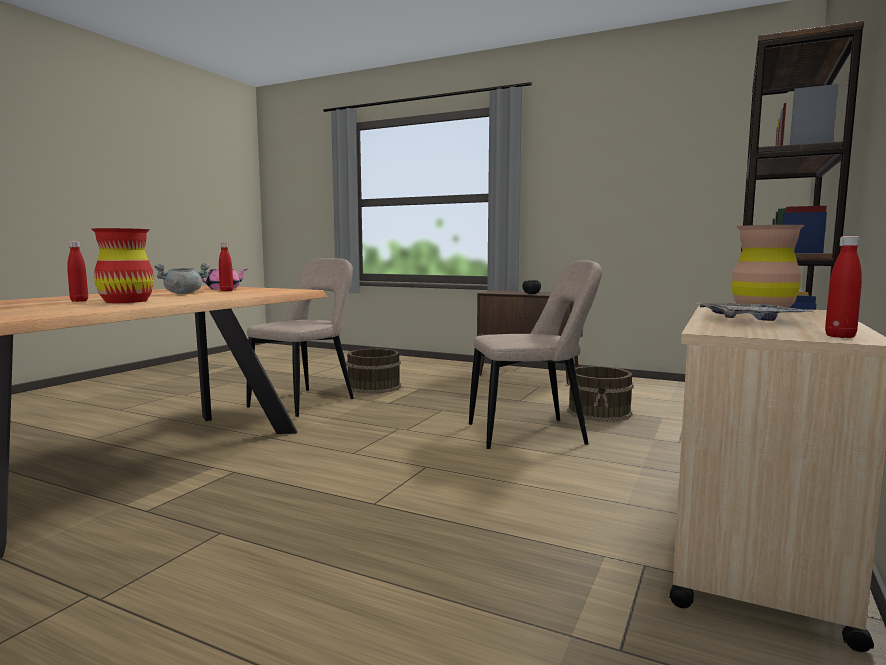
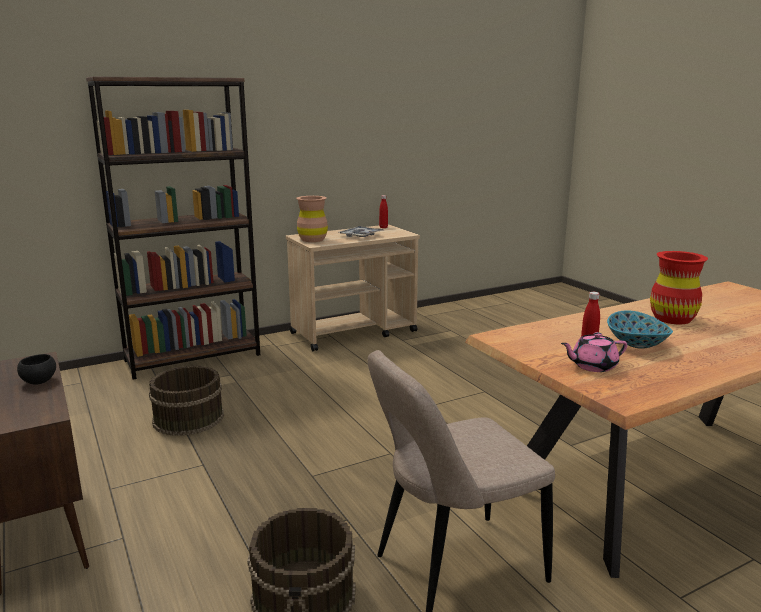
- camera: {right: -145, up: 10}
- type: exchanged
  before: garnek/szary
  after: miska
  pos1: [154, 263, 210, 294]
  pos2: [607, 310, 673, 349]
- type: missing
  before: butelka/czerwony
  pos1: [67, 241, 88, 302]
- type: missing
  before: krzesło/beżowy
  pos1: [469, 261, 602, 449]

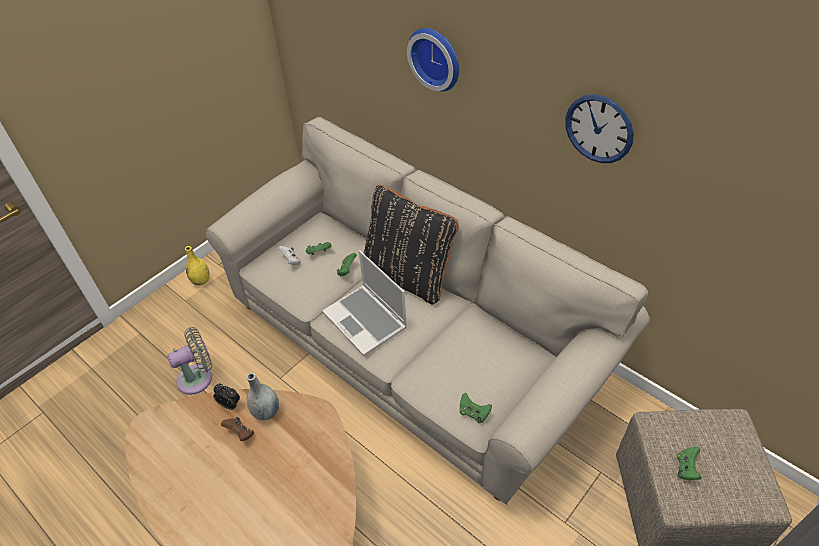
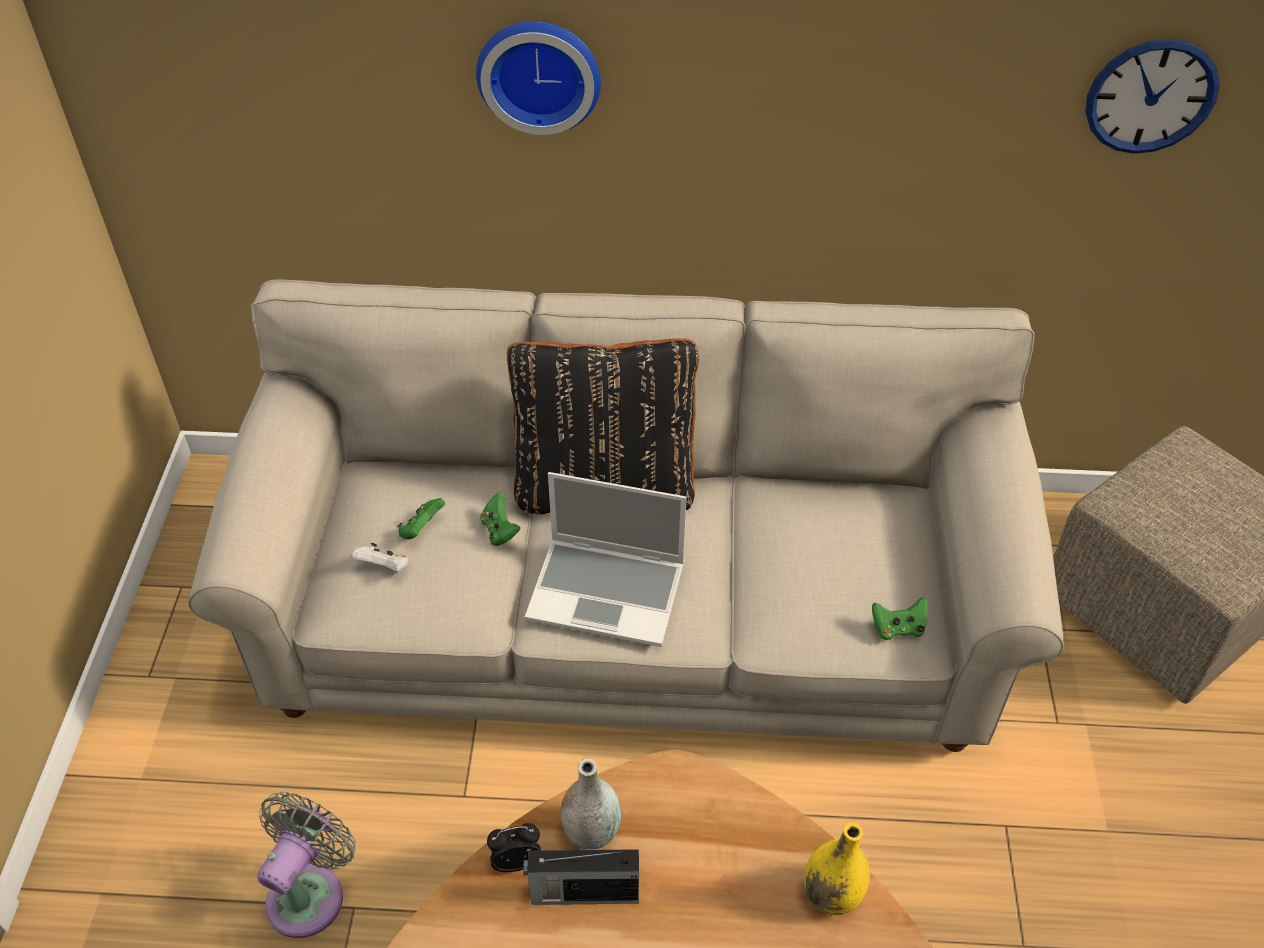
- camera: {right: -40, up: 0}
- type: exchanged
  before: pad do gier/brązowy
  after: radio
  pos1: [221, 417, 254, 441]
  pos2: [523, 849, 639, 905]
- type: relocated
  before: wazon/żółty
  pos1: [185, 246, 210, 285]
  pos2: [804, 822, 870, 915]
- type: relocated
  before: zegar ścienny
  pos1: [565, 94, 634, 163]
  pos2: [1085, 39, 1220, 154]
- type: missing
  before: pad do gier/zielony
  pos1: [677, 447, 702, 480]

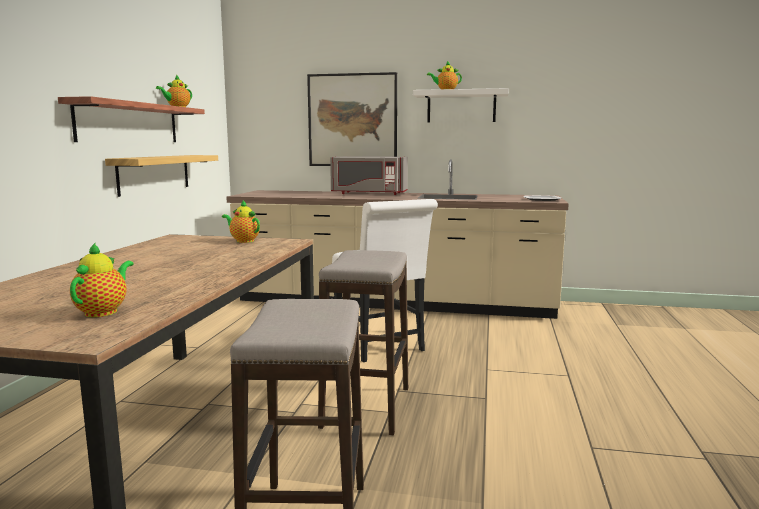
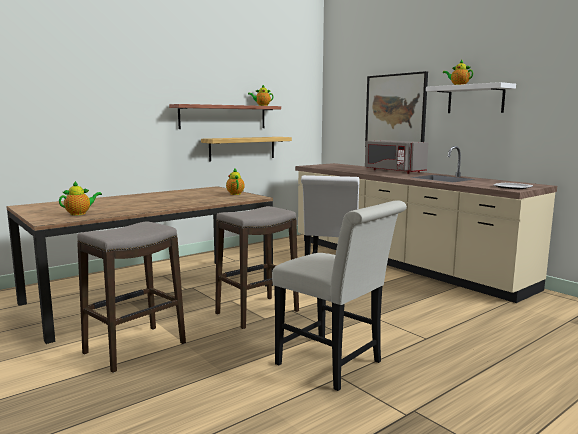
- camera: {right: 40, up: 0}
- type: appeared
  after: krzesło/biały
  pos2: [272, 200, 407, 391]

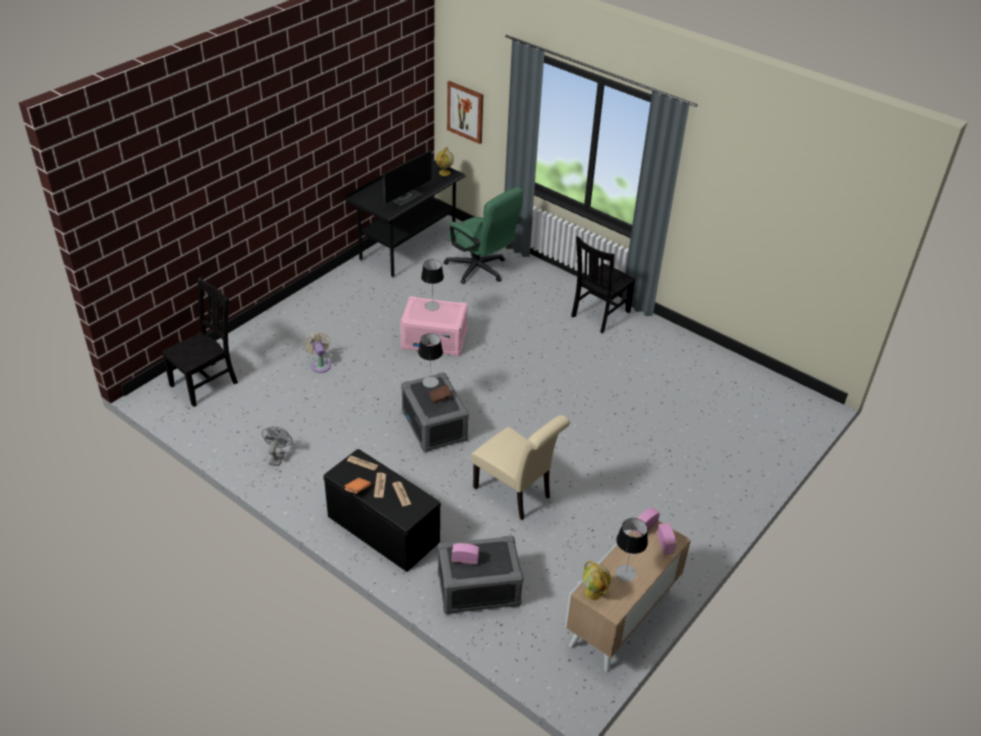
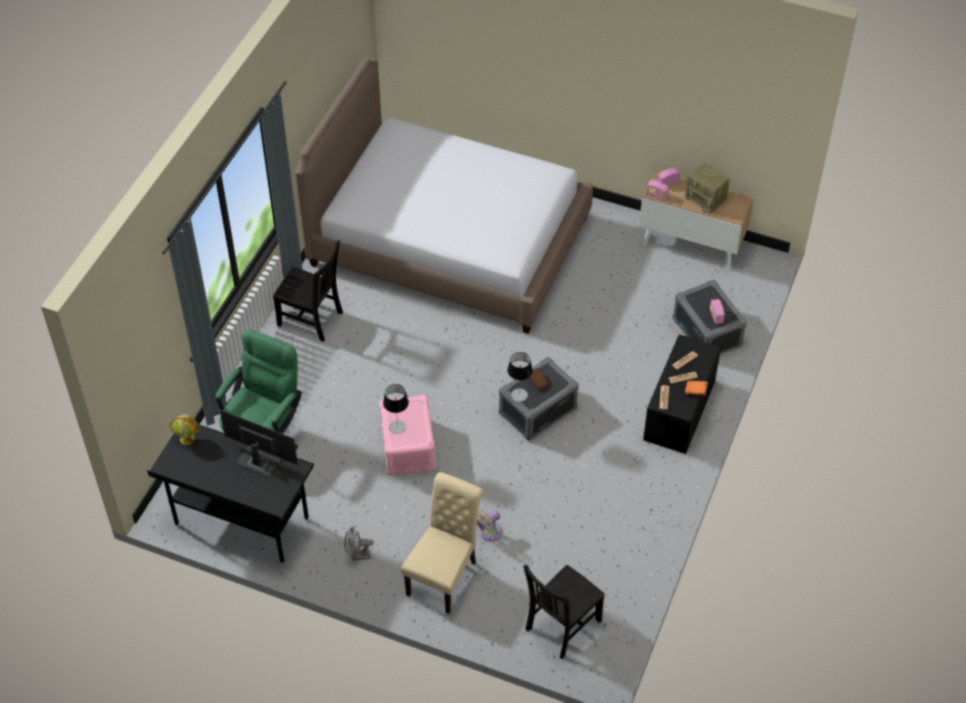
- camera: {right: -105, up: 10}
- type: appeared
  after: łóżko
  pos2: [295, 57, 593, 334]
- type: relocated
  before: wentylator/szary
  pos1: [262, 427, 292, 466]
  pos2: [344, 526, 374, 561]
- type: relocated
  before: krzesło/beżowy
  pos1: [471, 415, 570, 520]
  pos2: [401, 472, 483, 614]
- type: spun
  before: krzesło/czarny
  pos1: [162, 277, 238, 407]
  pos2: [523, 565, 605, 659]
  turn: -75
- type: exchanged
  before: lampa stołowa
  after: radio
  pos1: [616, 518, 648, 582]
  pos2: [685, 163, 730, 214]
- type: missing
  before: obraz
  pos1: [447, 81, 483, 144]
- type: missing
  before: globus
  pos1: [582, 561, 611, 600]

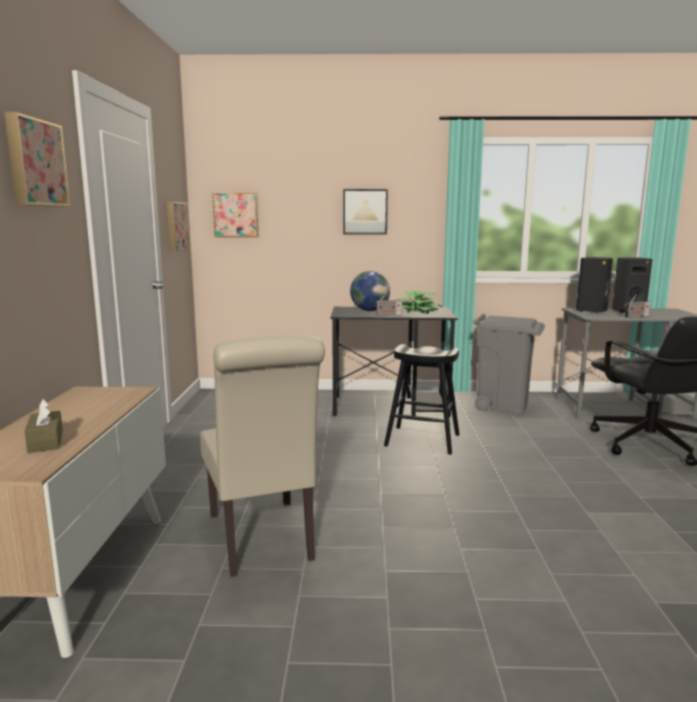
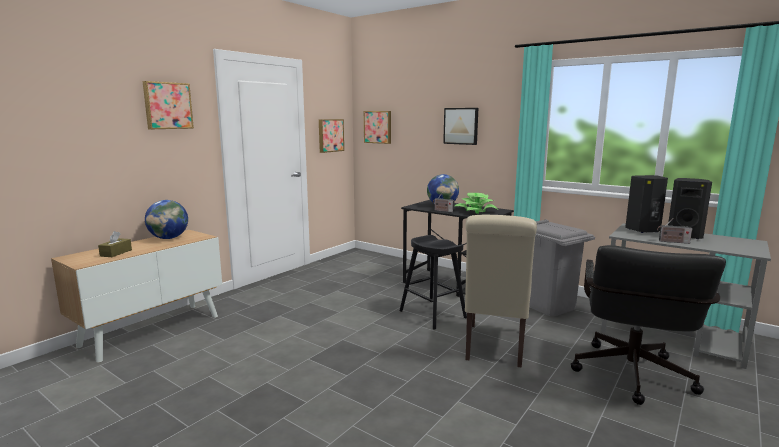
- camera: {right: 35, up: 0}
- type: appeared
  after: globus
  pos2: [145, 200, 188, 239]
- type: relocated
  before: krzesło/beżowy
  pos1: [200, 335, 325, 577]
  pos2: [465, 215, 537, 368]

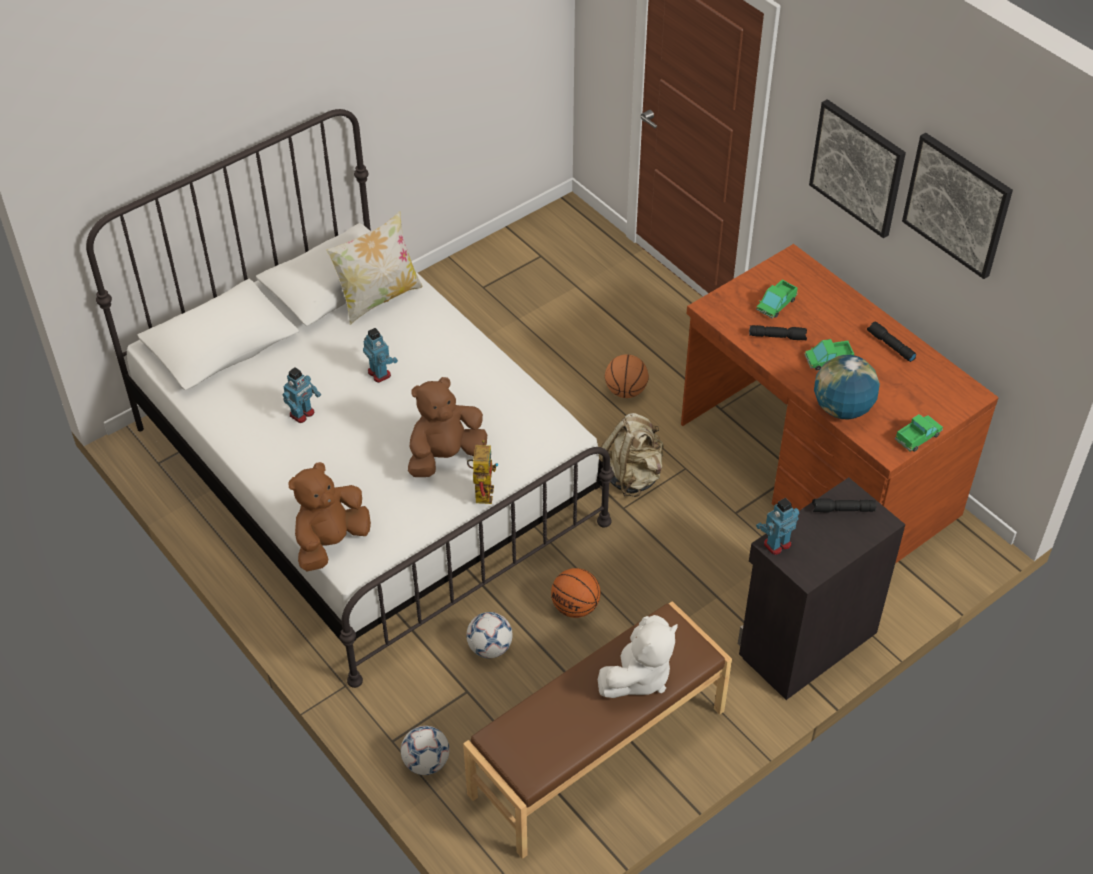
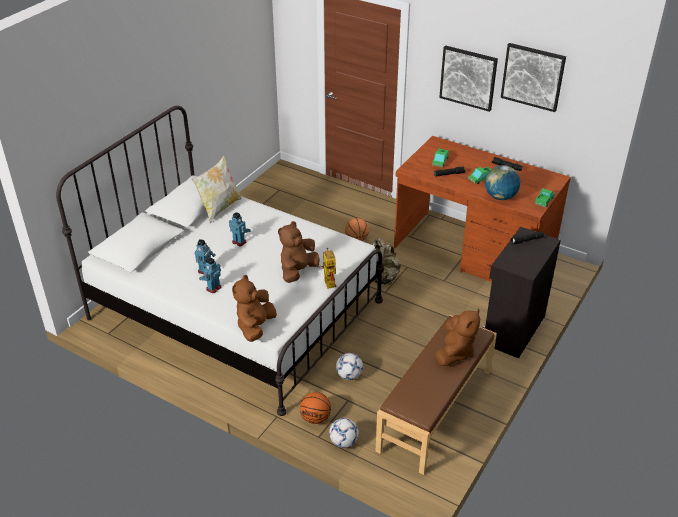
- camera: {right: -20, up: -10}
- type: relocated
  before: robot zabawkowy
  pos1: [756, 498, 799, 555]
  pos2: [199, 257, 221, 293]
- type: relocated
  before: piłka do koszykówki
  pos1: [551, 568, 600, 618]
  pos2: [300, 392, 331, 424]
- type: colour
  before: pluszak/biały
  after: pluszak/brązowy
  pos1: [598, 615, 678, 698]
  pos2: [435, 308, 480, 366]

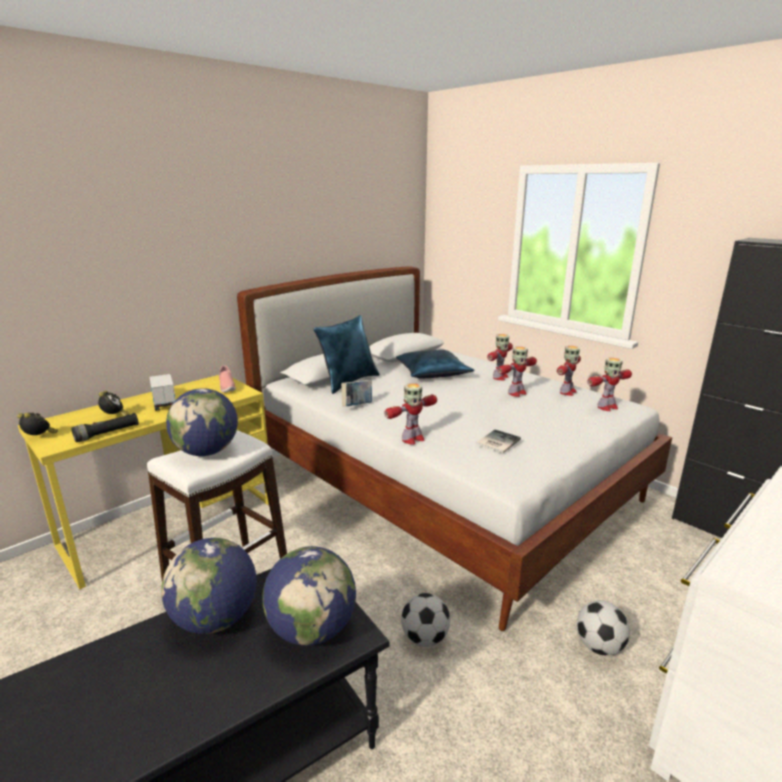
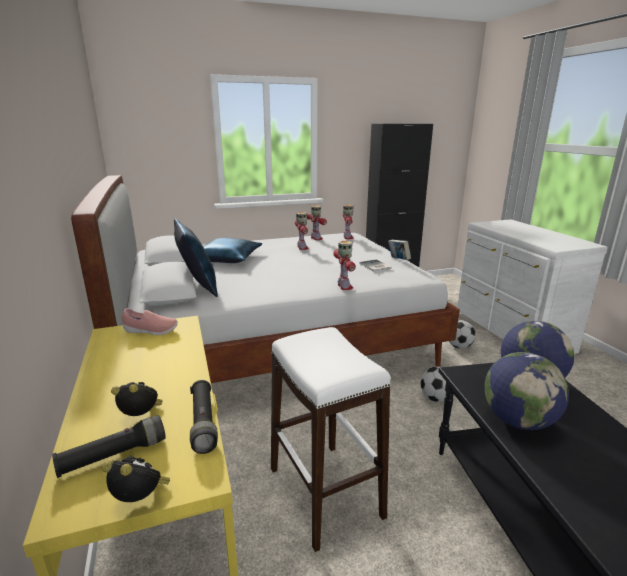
- camera: {right: -65, up: 0}
- type: appeared
  after: latarka/czarny
  pos2: [52, 415, 166, 478]
- type: spun
  before: budzik
  pos1: [17, 413, 58, 435]
  pos2: [102, 456, 170, 502]
  turn: 60
- type: relocated
  before: książka
  pos1: [341, 380, 372, 407]
  pos2: [388, 240, 411, 260]
- type: missing
  before: ciężarówka zabawkowa
  pos1: [149, 371, 176, 411]
- type: missing
  before: globus
  pos1: [166, 388, 238, 456]
- type: missing
  before: robot zabawkowy
  pos1: [487, 334, 513, 380]

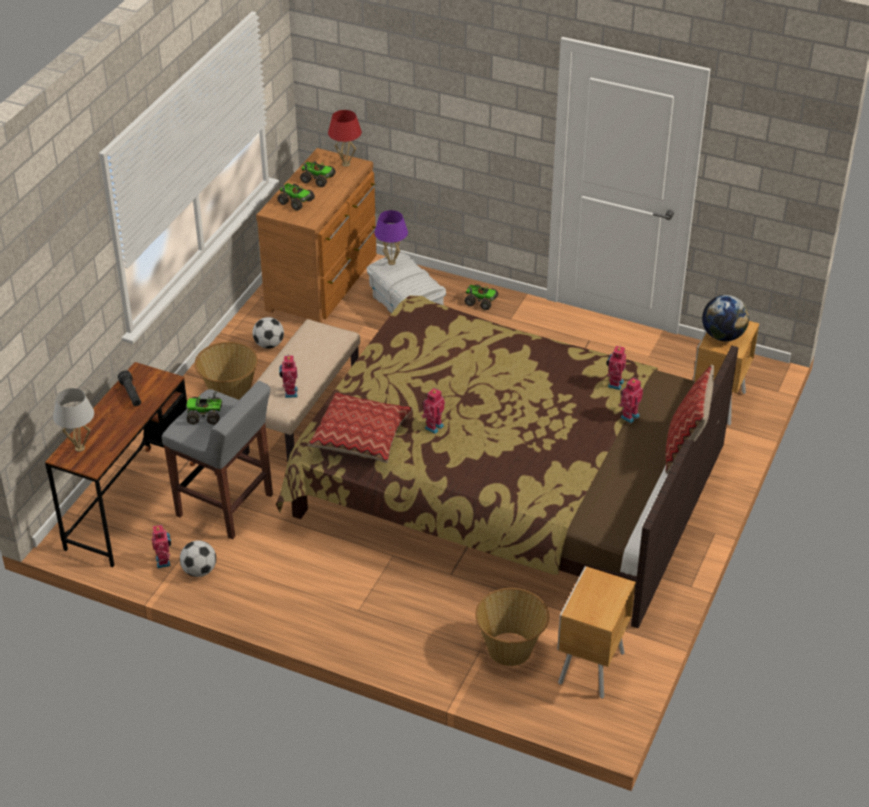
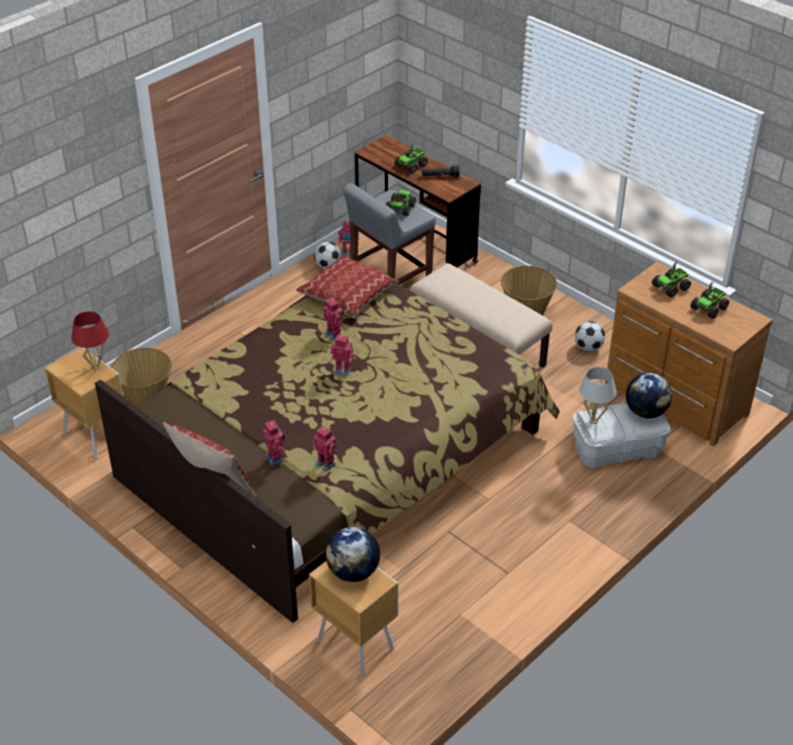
- camera: {right: 110, up: 0}
- type: relocated
  before: lampa stołowa/czerwony
  pos1: [328, 110, 362, 167]
  pos2: [71, 311, 109, 370]
- type: relocated
  before: robot zabawkowy
  pos1: [279, 355, 298, 398]
  pos2: [330, 334, 355, 377]
- type: relocated
  before: ciężarówka zabawkowa
  pos1: [464, 284, 498, 310]
  pos2: [395, 143, 428, 174]
- type: relocated
  before: lampa stołowa/biały
  pos1: [53, 388, 94, 452]
  pos2: [579, 367, 616, 424]
- type: exchanged
  before: lampa stołowa/fioletowy
  after: globus
  pos1: [374, 210, 408, 265]
  pos2: [626, 373, 672, 418]

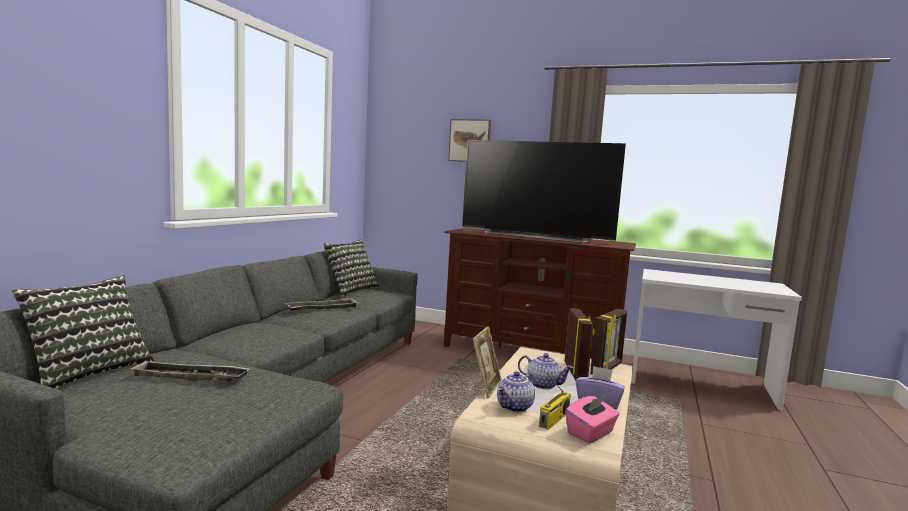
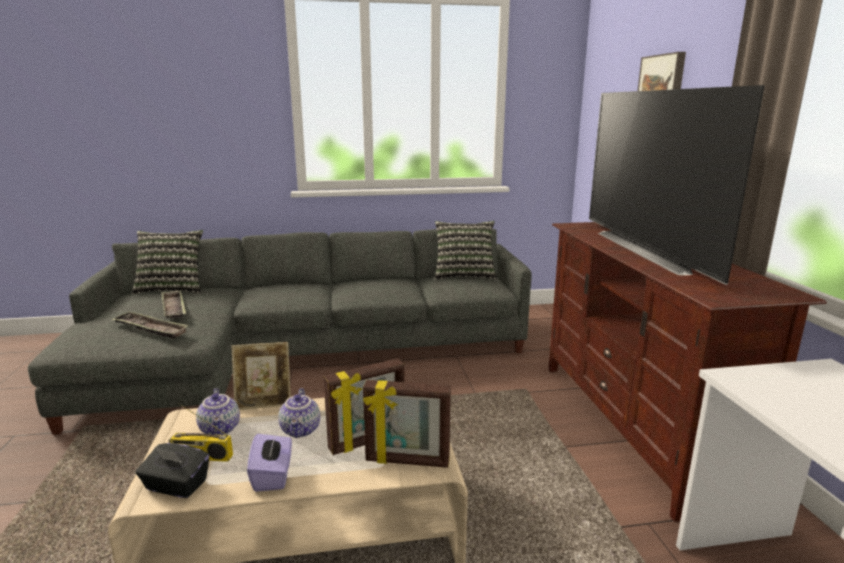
- camera: {right: 60, up: 10}
- type: relocated
  before: taca
  pos1: [285, 298, 358, 311]
  pos2: [111, 311, 189, 339]
- type: colour
  before: pudełko chusteczek/różowy
  after: pudełko chusteczek/czarny
  pos1: [565, 395, 620, 444]
  pos2: [136, 443, 210, 498]
- type: spun
  before: imbryk
  pos1: [497, 371, 535, 413]
  pos2: [196, 388, 240, 435]
  turn: -120

